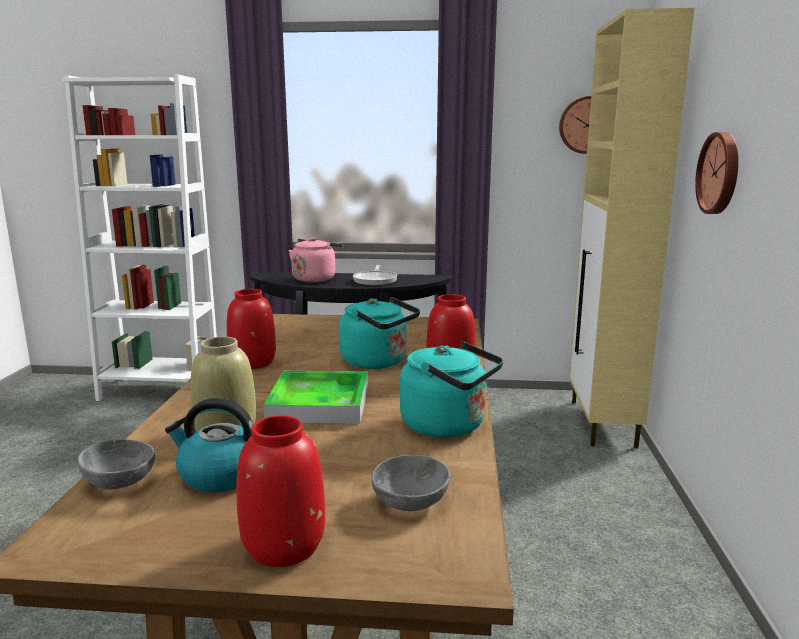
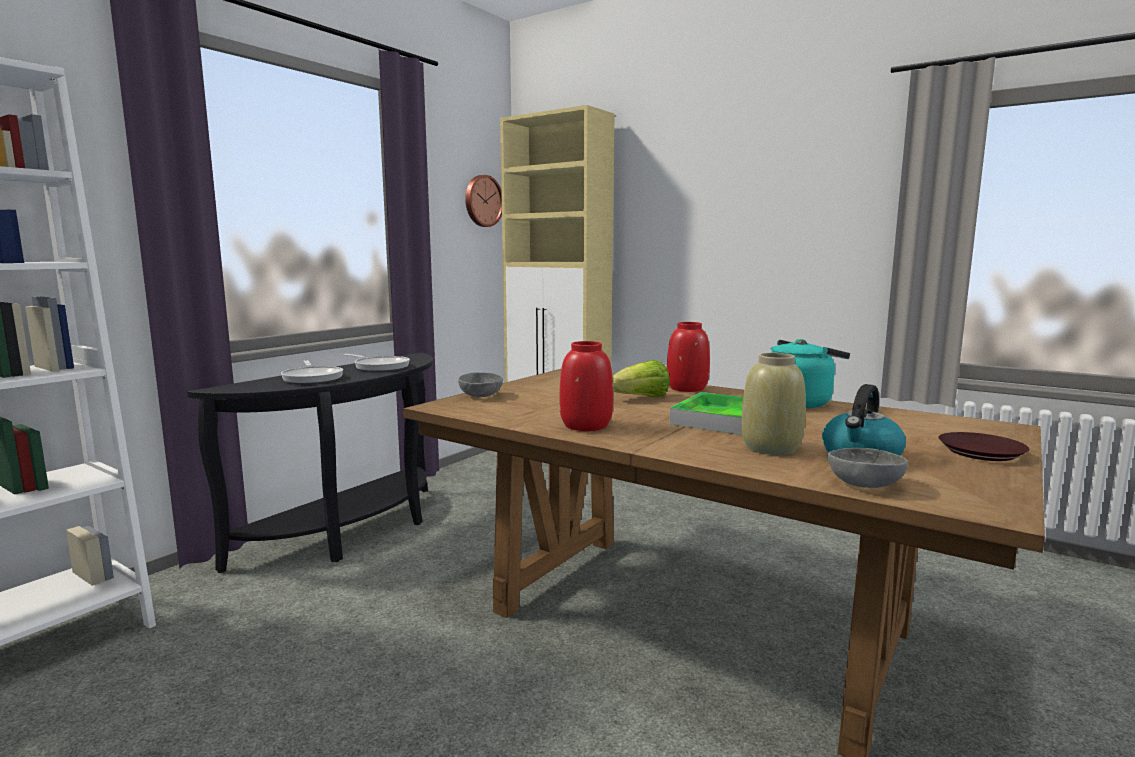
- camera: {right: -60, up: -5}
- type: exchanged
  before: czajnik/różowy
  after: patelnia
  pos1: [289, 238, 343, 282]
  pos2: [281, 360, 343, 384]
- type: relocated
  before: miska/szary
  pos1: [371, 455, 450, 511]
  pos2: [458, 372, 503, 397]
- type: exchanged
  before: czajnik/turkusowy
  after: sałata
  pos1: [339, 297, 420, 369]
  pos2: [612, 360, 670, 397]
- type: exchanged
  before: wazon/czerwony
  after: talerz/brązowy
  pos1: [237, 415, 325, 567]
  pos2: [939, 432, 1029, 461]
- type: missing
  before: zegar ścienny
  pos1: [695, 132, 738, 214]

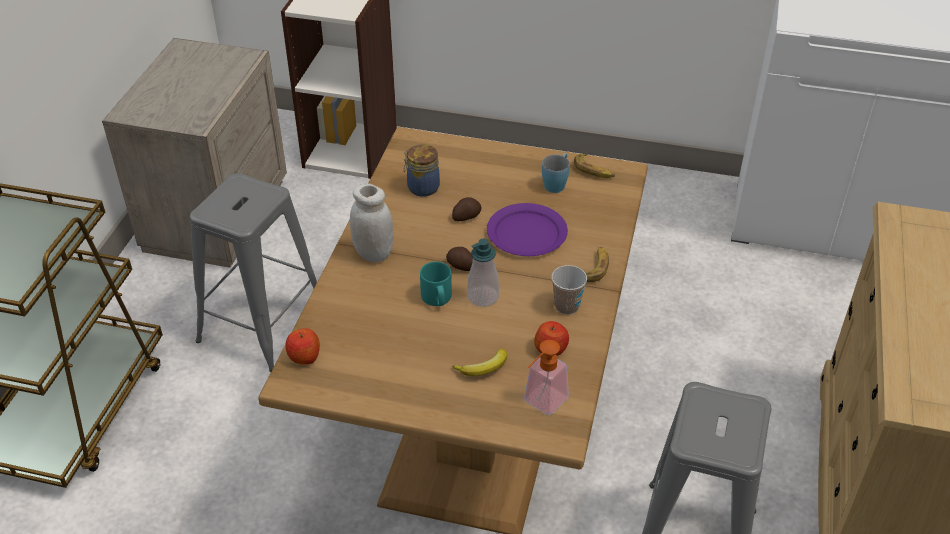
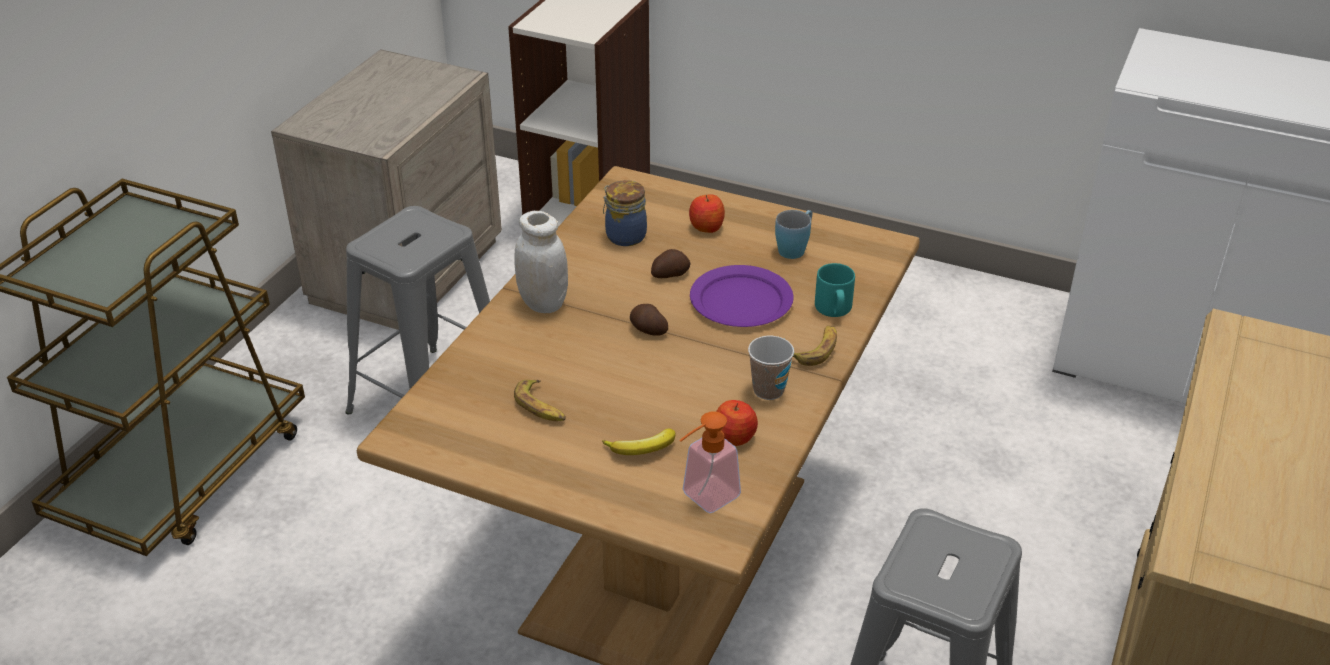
- camera: {right: 10, up: -5}
- type: relocated
  before: banan
  pos1: [574, 154, 615, 178]
  pos2: [514, 380, 566, 421]
- type: relocated
  before: jabłko
  pos1: [285, 328, 320, 365]
  pos2: [689, 195, 725, 233]
- type: relocated
  before: kubek/turkusowy
  pos1: [420, 261, 452, 306]
  pos2: [815, 263, 855, 317]
- type: missing
  before: dozownik mydła
  pos1: [467, 239, 499, 307]

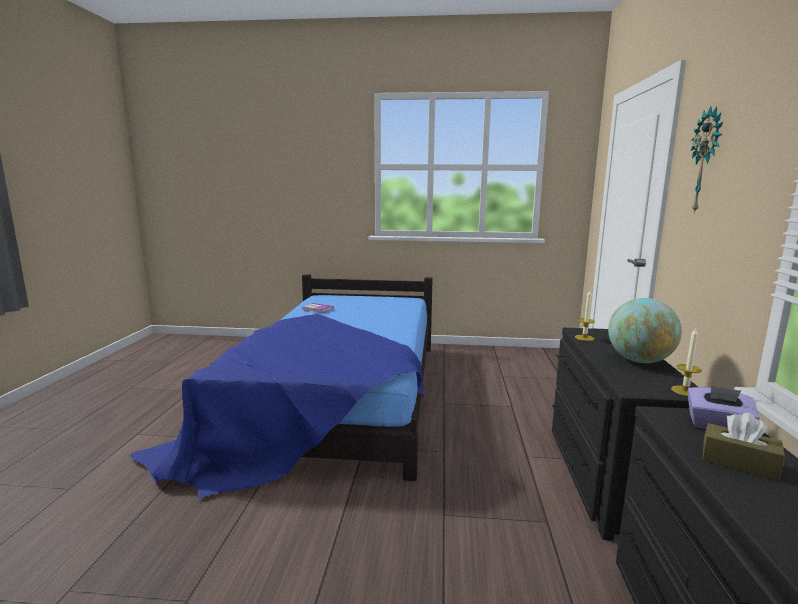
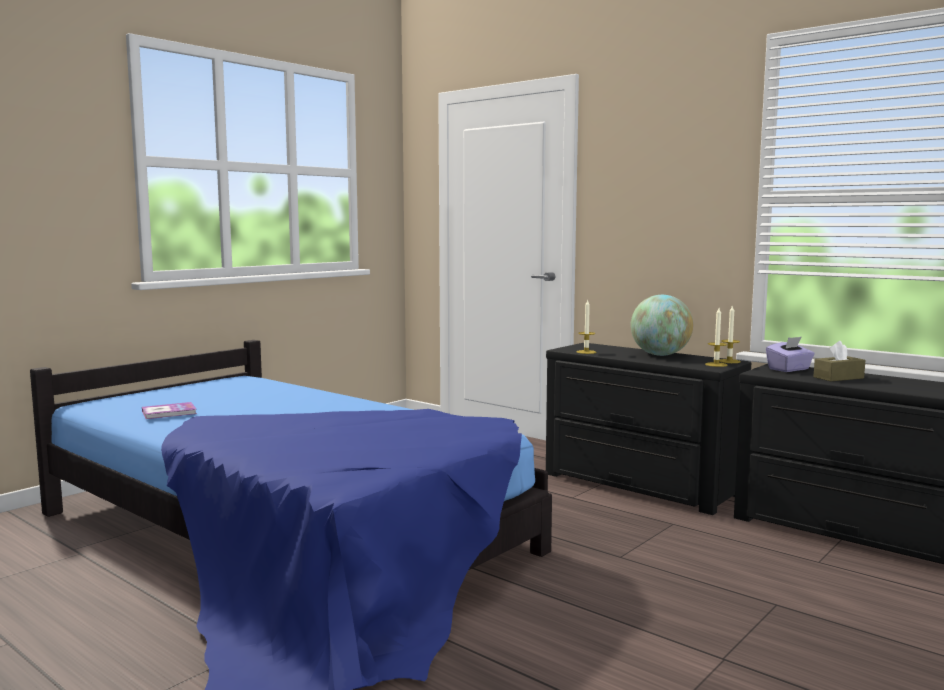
- camera: {right: -55, up: -5}
- type: appeared
  after: świeca
  pos2: [705, 308, 728, 367]
- type: missing
  before: zegar ścienny
  pos1: [691, 106, 723, 214]

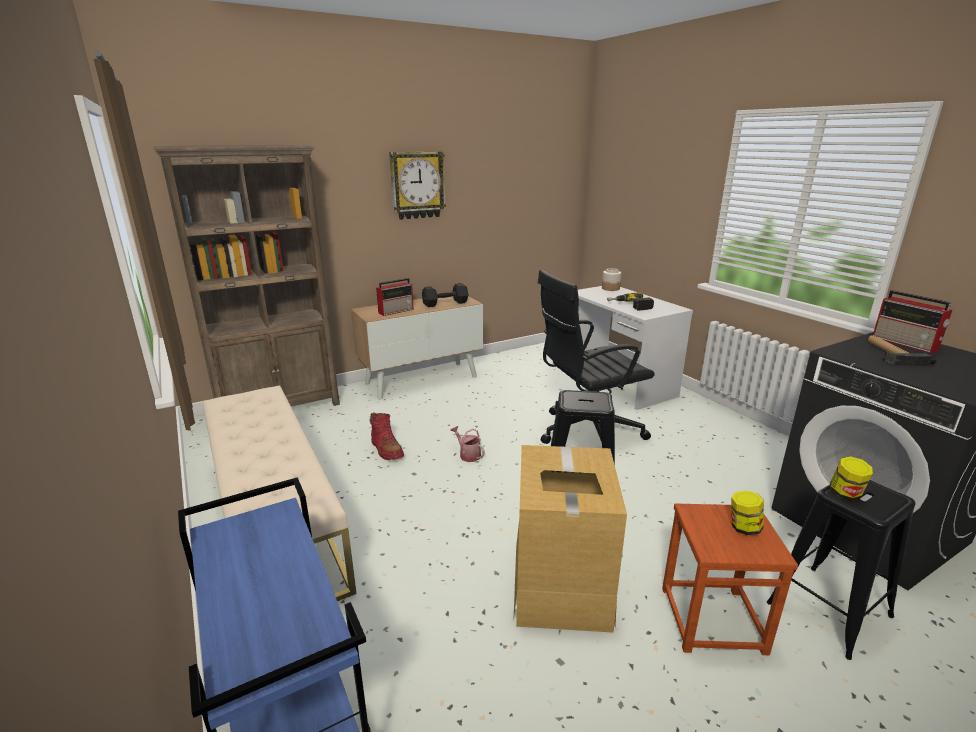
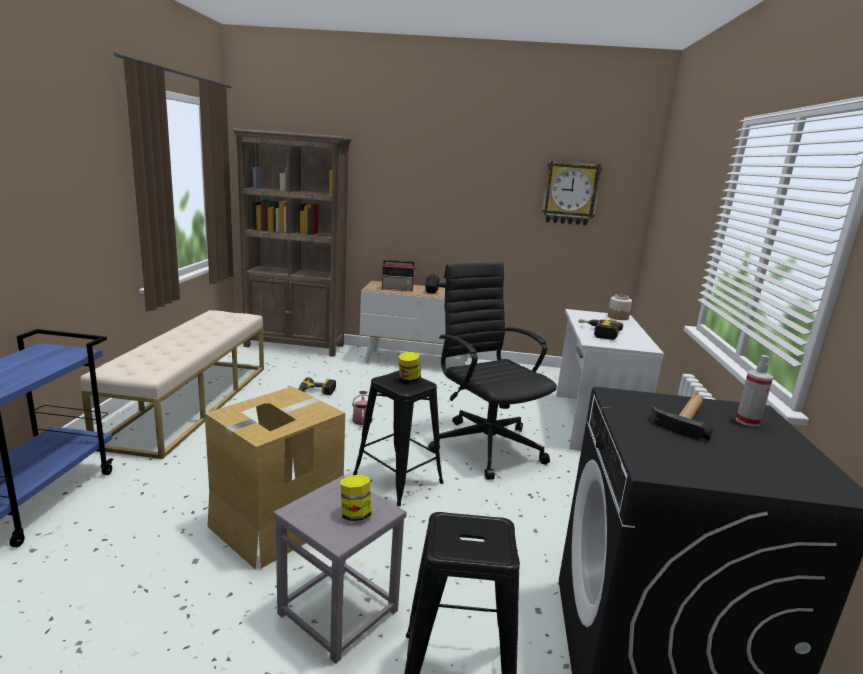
- camera: {right: 35, up: -5}
- type: colour
  before: stołek/brązowy
  after: stołek/szary
  pos1: [662, 504, 798, 655]
  pos2: [273, 476, 407, 664]
- type: exchanged
  before: but z cholewką/czerwony
  after: wiertarka
  pos1: [370, 412, 404, 460]
  pos2: [298, 377, 336, 395]
- type: relocated
  before: słoik
  pos1: [830, 456, 873, 501]
  pos2: [398, 352, 421, 383]
- type: spun
  before: krzesło biurowe/czarny
  pos1: [538, 270, 655, 444]
  pos2: [428, 262, 557, 480]
  turn: 45
- type: relocated
  before: zegar ścienny
  pos1: [389, 152, 446, 220]
  pos2: [542, 161, 603, 225]
- type: exchanged
  before: radio
  after: spryskiwacz
  pos1: [873, 290, 952, 353]
  pos2: [736, 355, 773, 427]

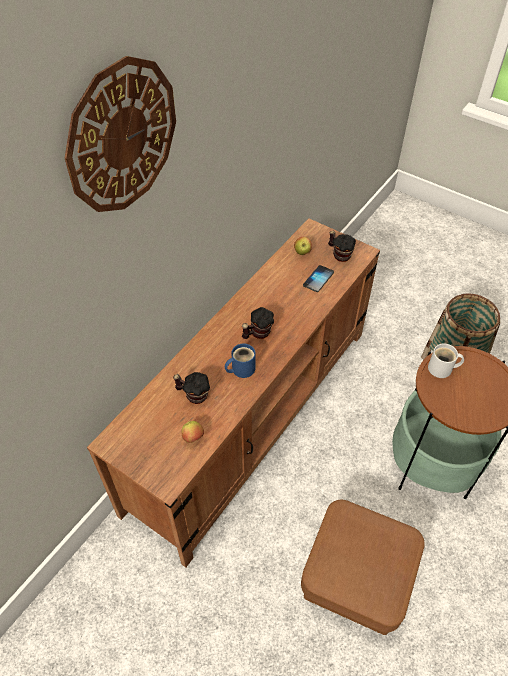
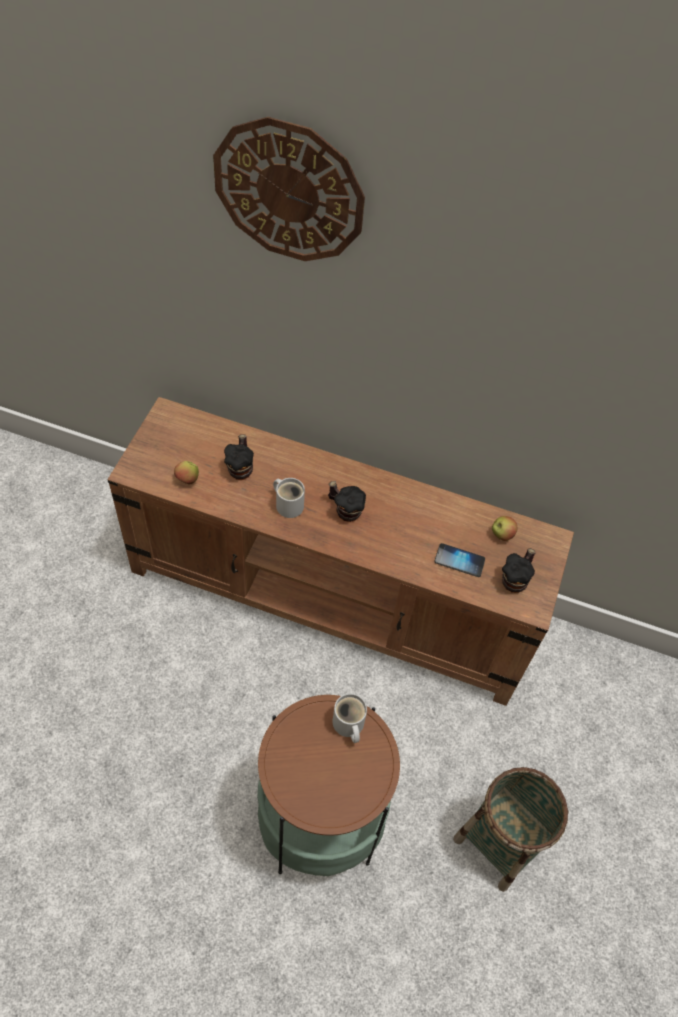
- camera: {right: 70, up: 5}
- type: colour
  before: kubek/niebieski
  after: kubek/biały
  pos1: [225, 343, 256, 378]
  pos2: [273, 478, 305, 518]
- type: missing
  before: pufa/brązowy
  pos1: [301, 500, 425, 635]

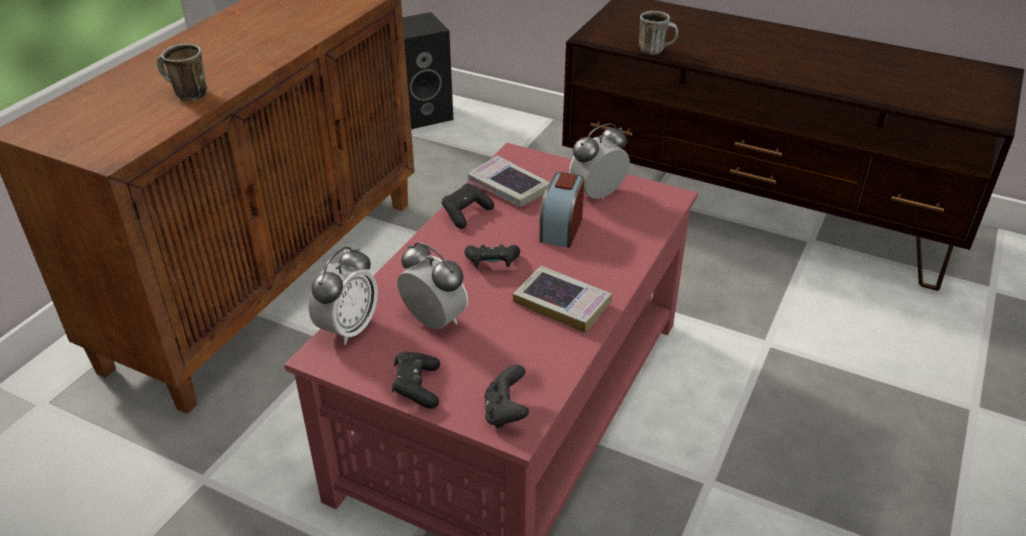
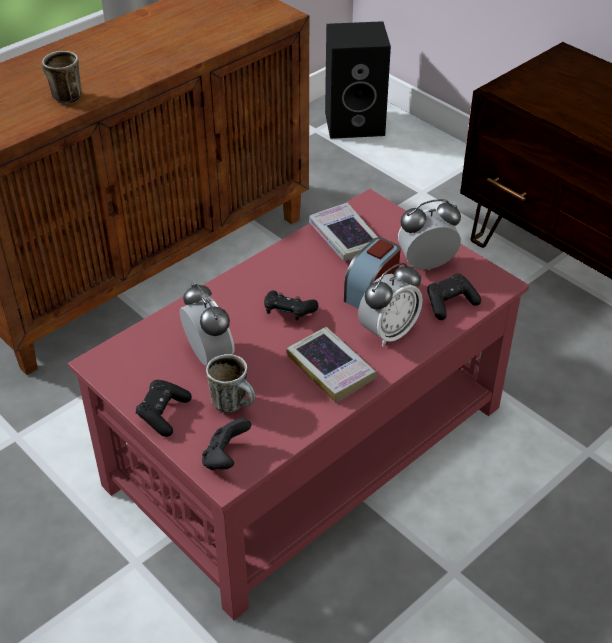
- camera: {right: 20, up: 5}
- type: relocated
  before: kubek
  pos1: [639, 11, 678, 55]
  pos2: [206, 354, 255, 413]
- type: relocated
  before: budzik
  pos1: [309, 247, 378, 345]
  pos2: [358, 263, 423, 347]
- type: relocated
  before: pad do gier/czarny
  pos1: [442, 184, 494, 229]
  pos2: [427, 274, 481, 320]

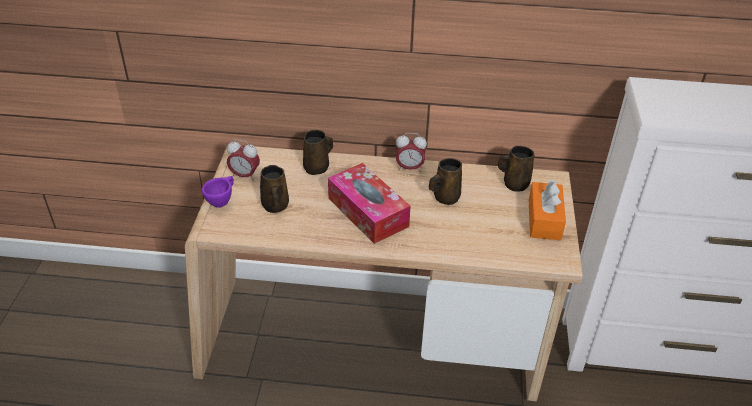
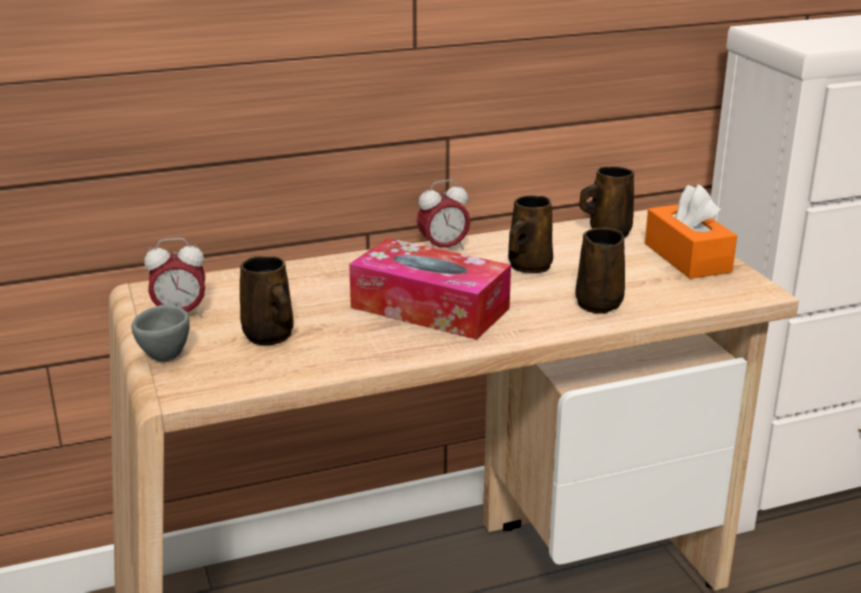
- camera: {right: -25, up: -15}
- type: colour
  before: filiżanka/fioletowy
  after: filiżanka/szary
  pos1: [202, 176, 234, 208]
  pos2: [132, 302, 190, 362]
- type: relocated
  before: kubek/brązowy
  pos1: [303, 130, 333, 175]
  pos2: [575, 227, 625, 314]

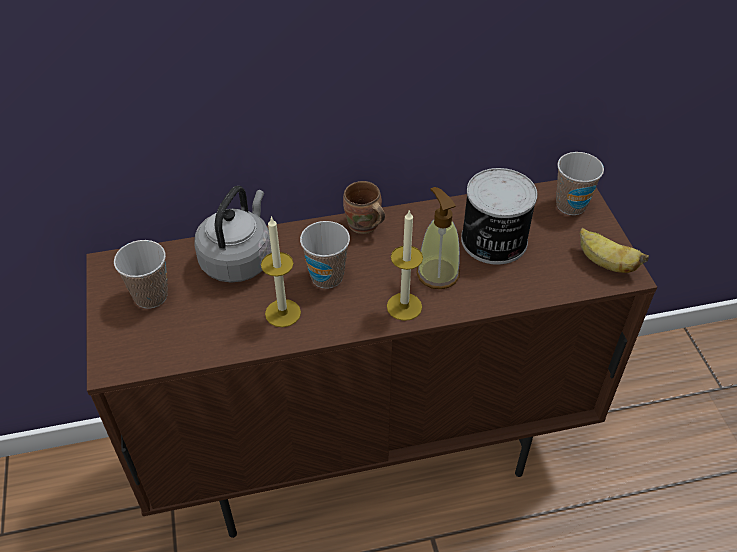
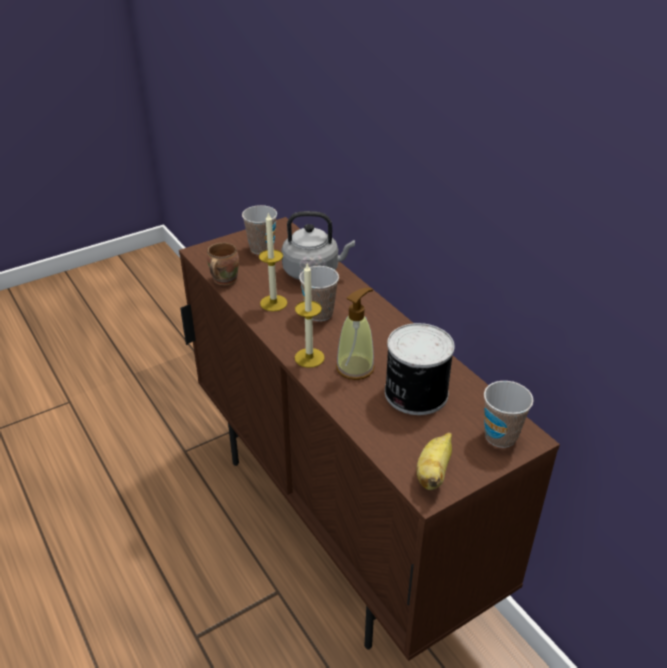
- camera: {right: 70, up: -10}
- type: relocated
  before: kubek/brązowy
  pos1: [343, 181, 385, 234]
  pos2: [207, 243, 239, 286]

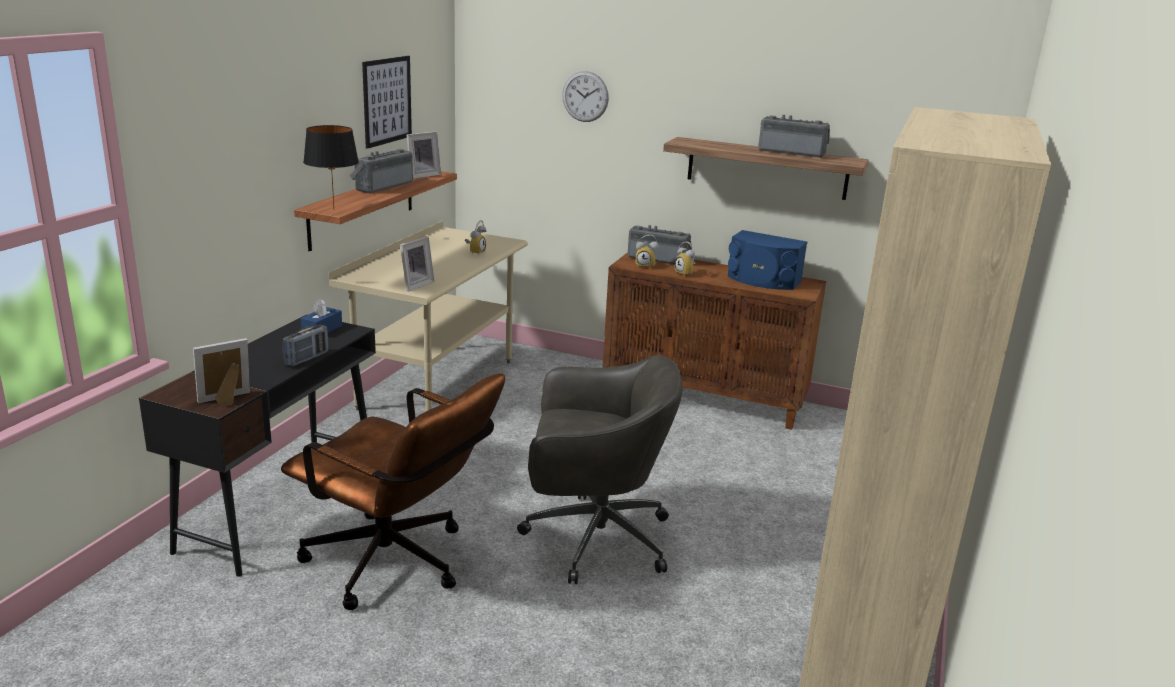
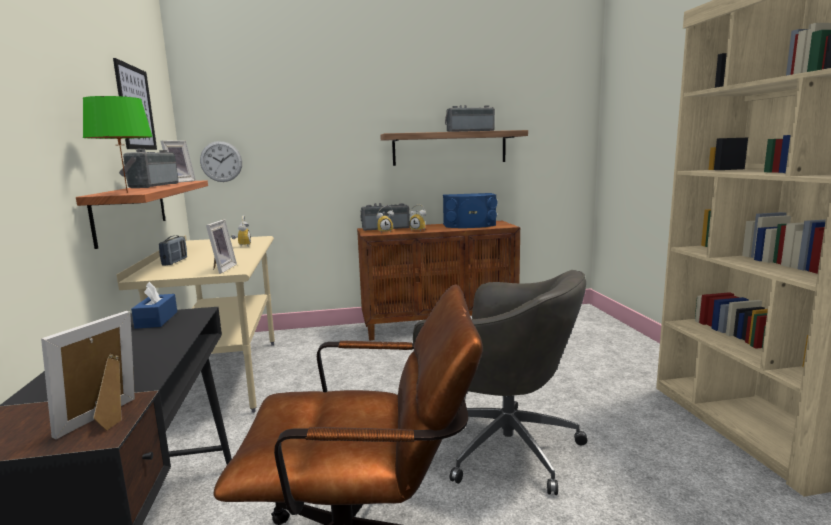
- camera: {right: -30, up: -10}
- type: colour
  before: lampa stołowa/czarny
  after: lampa stołowa/zielony
  pos1: [303, 125, 359, 208]
  pos2: [83, 96, 153, 193]
- type: relocated
  before: radio
  pos1: [283, 325, 328, 367]
  pos2: [159, 235, 187, 265]
- type: relocated
  before: zegar ścienny
  pos1: [562, 71, 609, 122]
  pos2: [200, 141, 242, 182]
- type: spun
  before: krzesło biurowe/szary
  pos1: [517, 355, 683, 584]
  pos2: [413, 270, 587, 495]
  turn: 60

